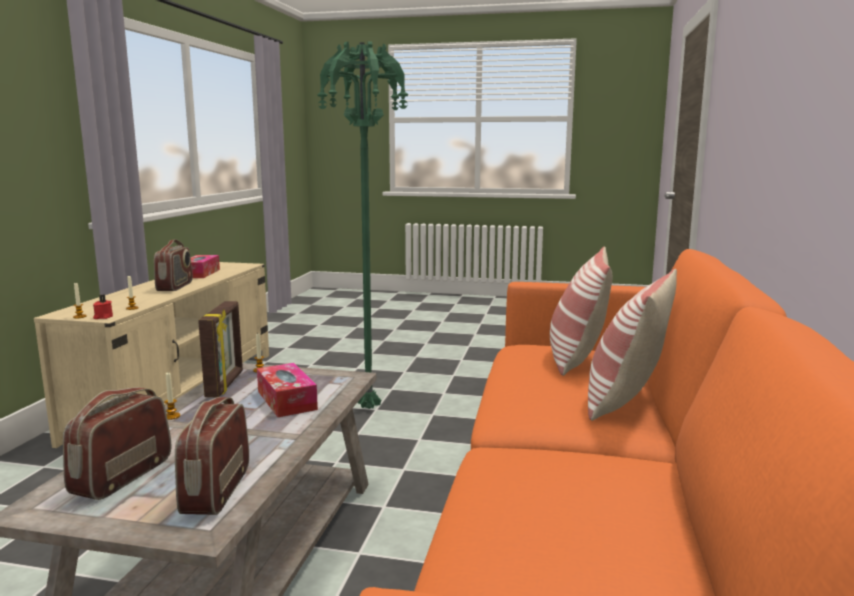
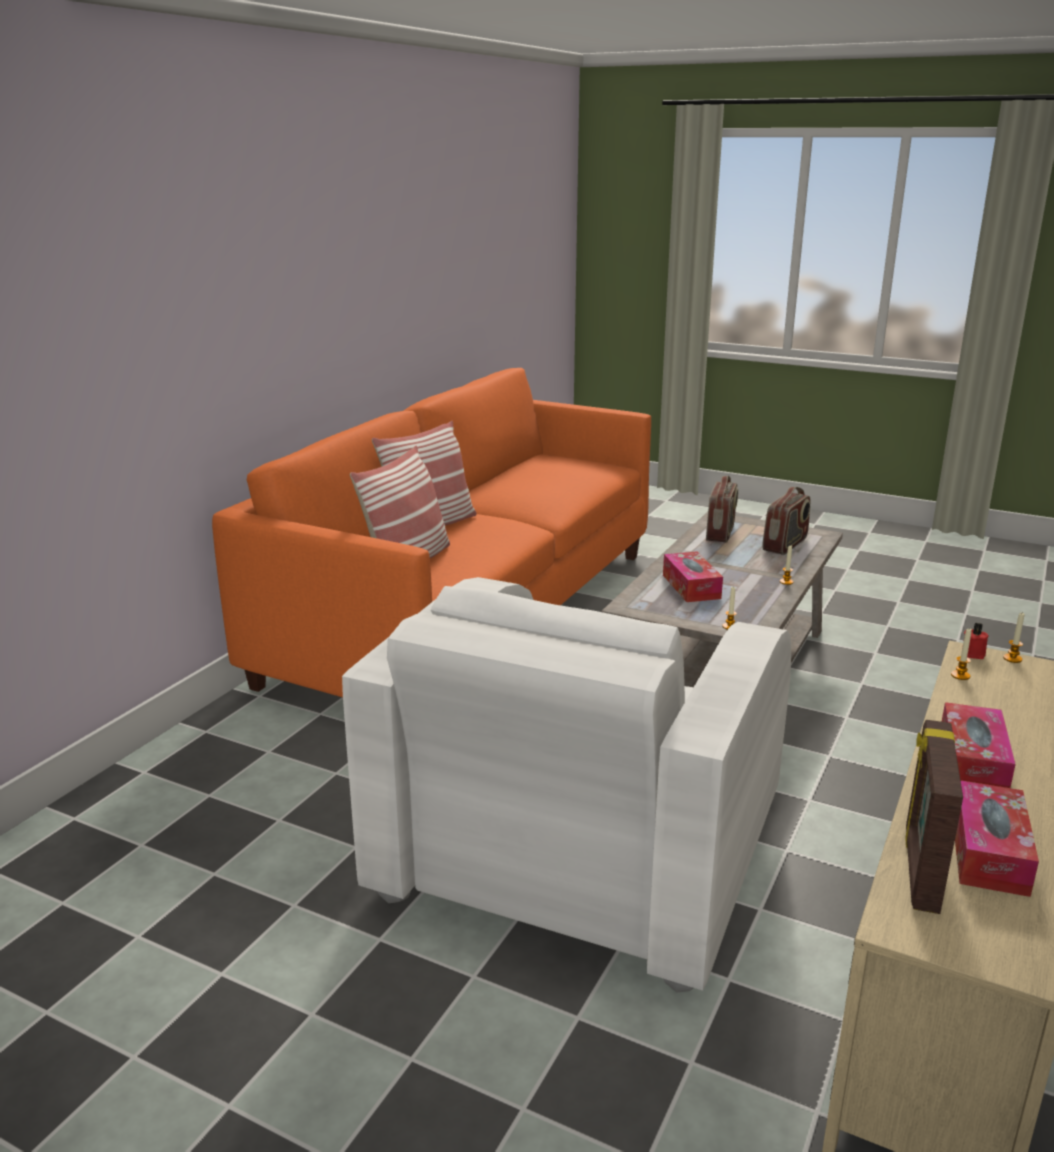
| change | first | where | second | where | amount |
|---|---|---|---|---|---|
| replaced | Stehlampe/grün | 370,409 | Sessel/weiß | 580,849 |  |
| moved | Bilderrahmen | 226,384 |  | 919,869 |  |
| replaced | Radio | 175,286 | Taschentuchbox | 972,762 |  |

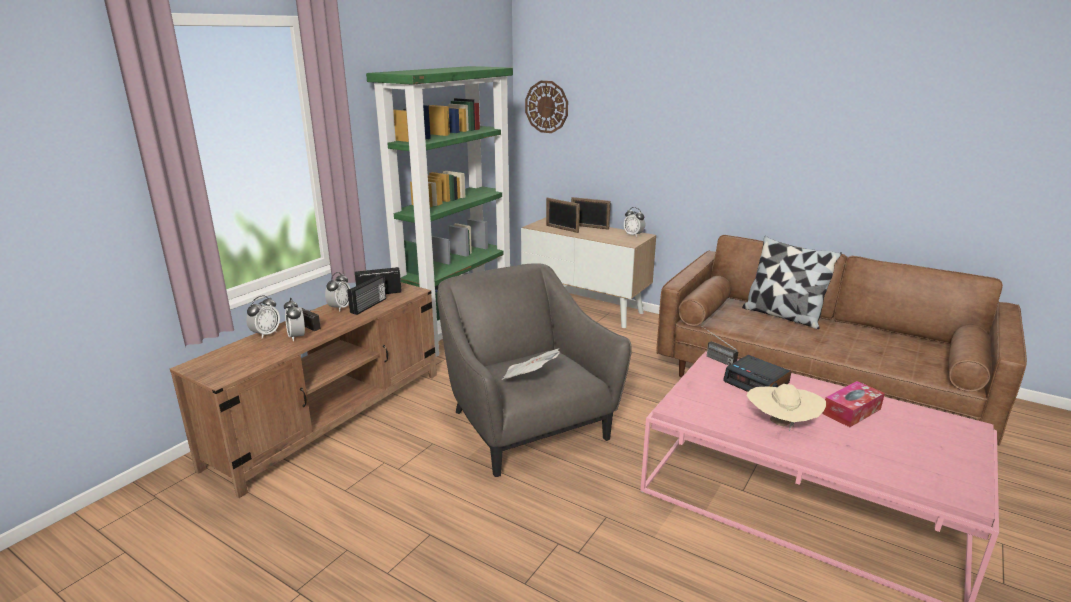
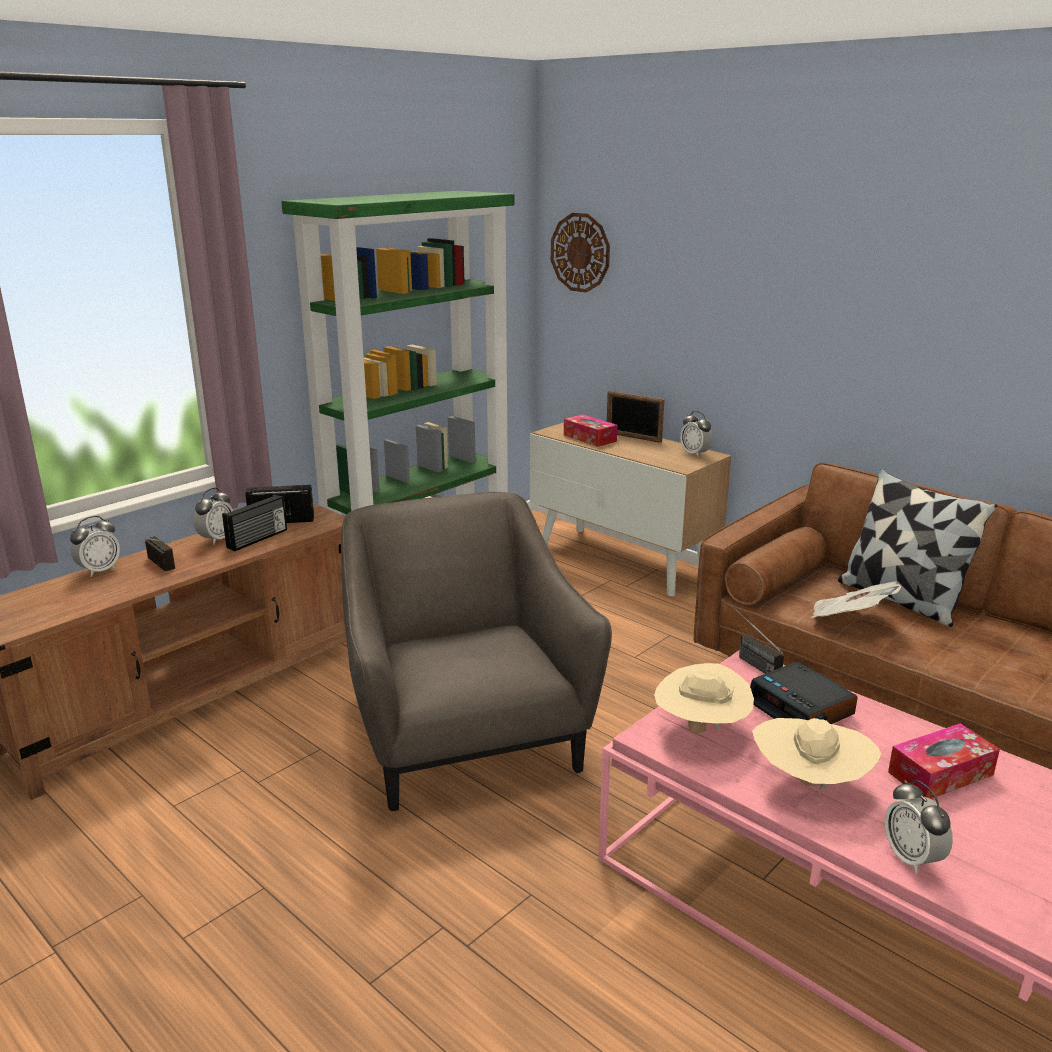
| change | first | where | second | where | amount |
|---|---|---|---|---|---|
| replaced | Bilderrahmen | 562,229 | Taschentuchbox | 589,438 |  |
| added |  |  | Hut/beige | 700,730 |  |
| moved | Zeitung | 529,378 |  | 849,619 |  |
| moved | Wecker | 297,337 |  | 912,858 |  |

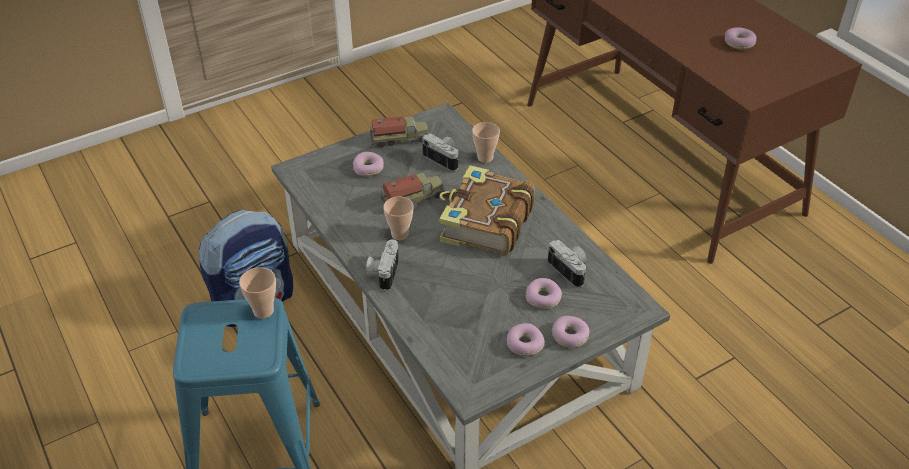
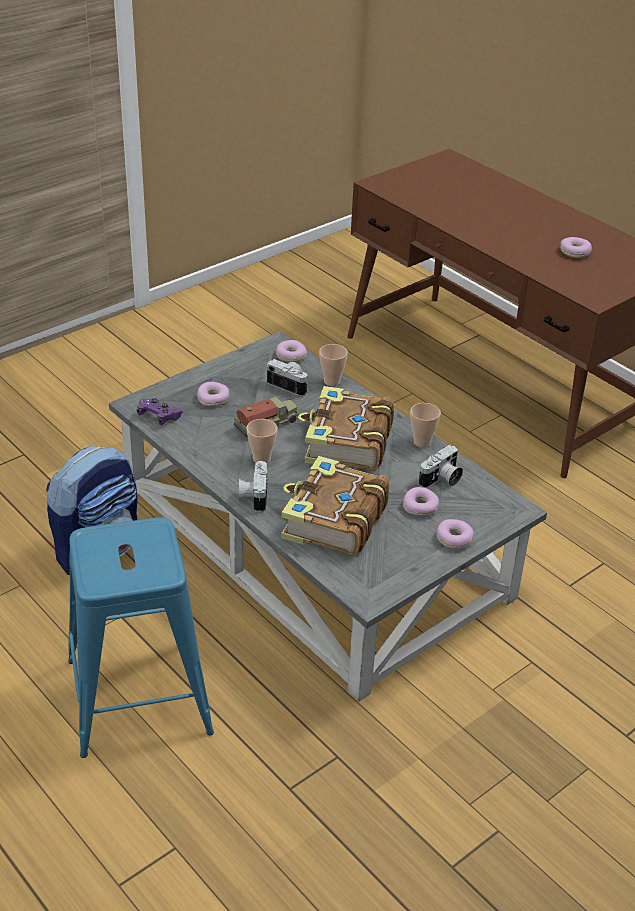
| change | first | where | second | where | amount |
|---|---|---|---|---|---|
| added |  |  | Gamepad/lila | 159,416 |  |
| moved | Donut | 524,344 |  | 290,356 |  |
| added |  |  | Buch | 333,521 |  |
| moved | Tasse | 263,311 |  | 422,442 |  |
| turned | Kamera | 570,270 |  | 441,480 | 90 degrees clockwise |
| removed | Spielzeuglaster | 399,139 |  |  |  |

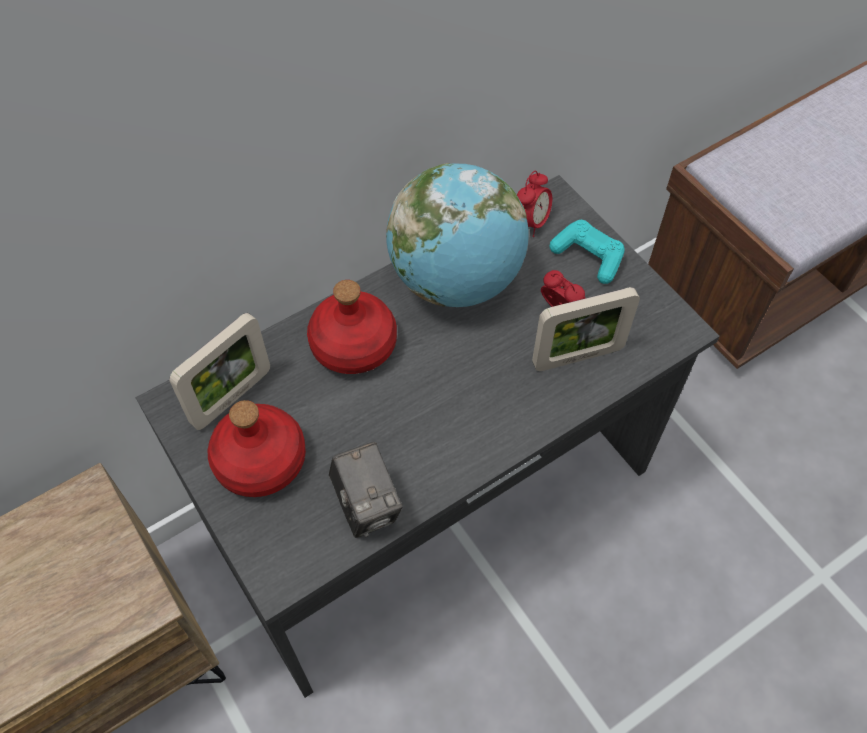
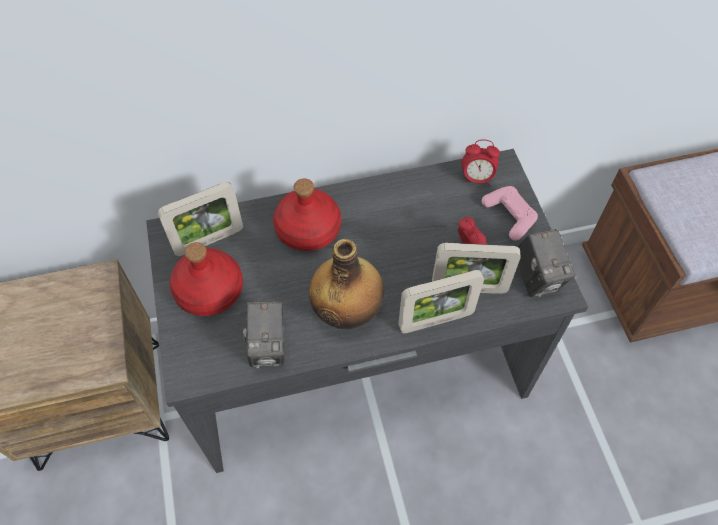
| change | first | where | second | where | amount |
|---|---|---|---|---|---|
| added |  |  | Flasche | 348,311 |  |
| added |  |  | Bilderrahmen | 436,321 |  |
| turned | Wecker | 532,223 |  | 476,178 | 45 degrees clockwise |
| recoloured | Gamepad/türkis | 588,257 | Gamepad/rosa | 509,216 |  |
| added |  |  | Kamera | 537,277 |  |
| removed | Globus | 456,280 |  |  |  |

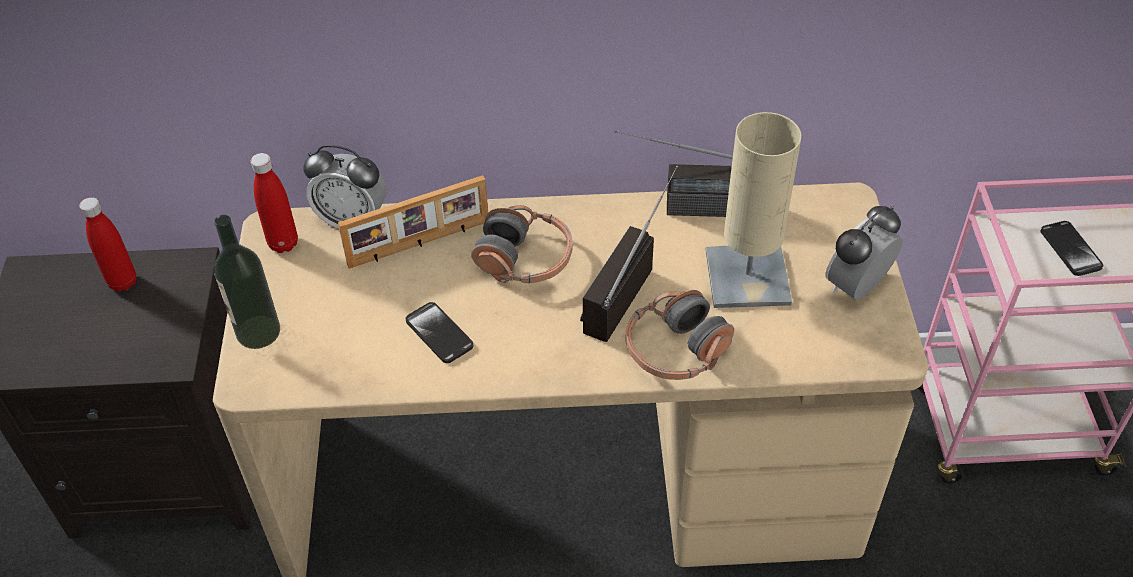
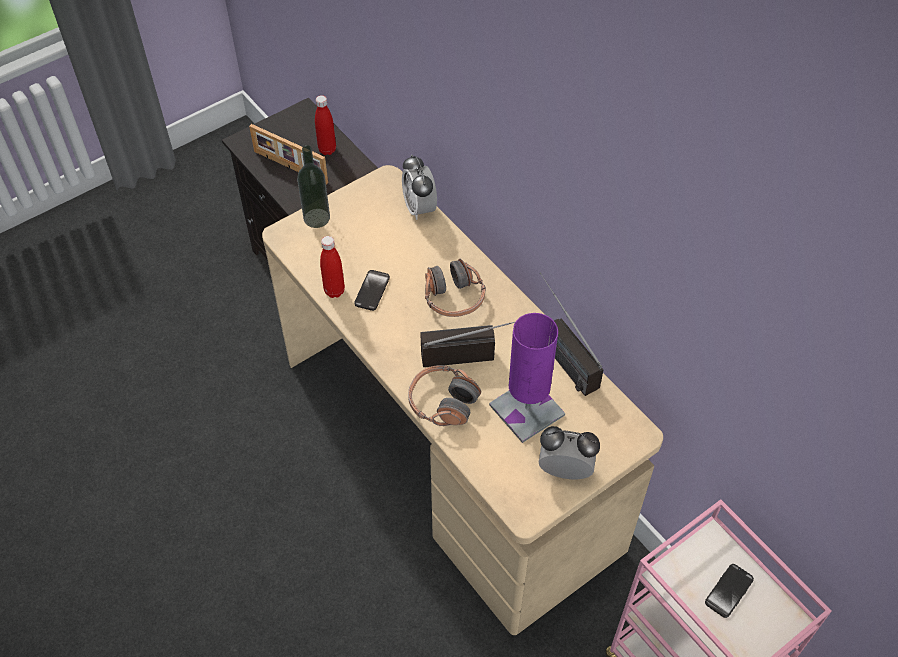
| change | first | where | second | where | amount |
|---|---|---|---|---|---|
| moved | Bilderrahmen | 420,244 |  | 290,167 |  |
| moved | Flasche/rot | 283,244 |  | 334,291 |  |
| recoloured | Tischlampe/beige | 747,277 | Tischlampe/lila | 527,410 |  |

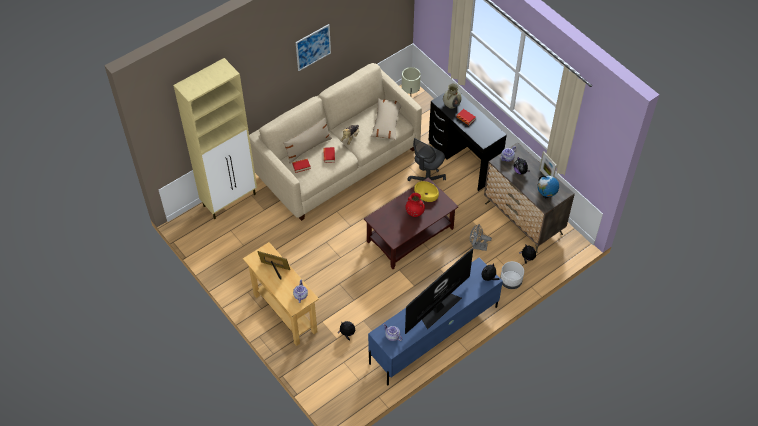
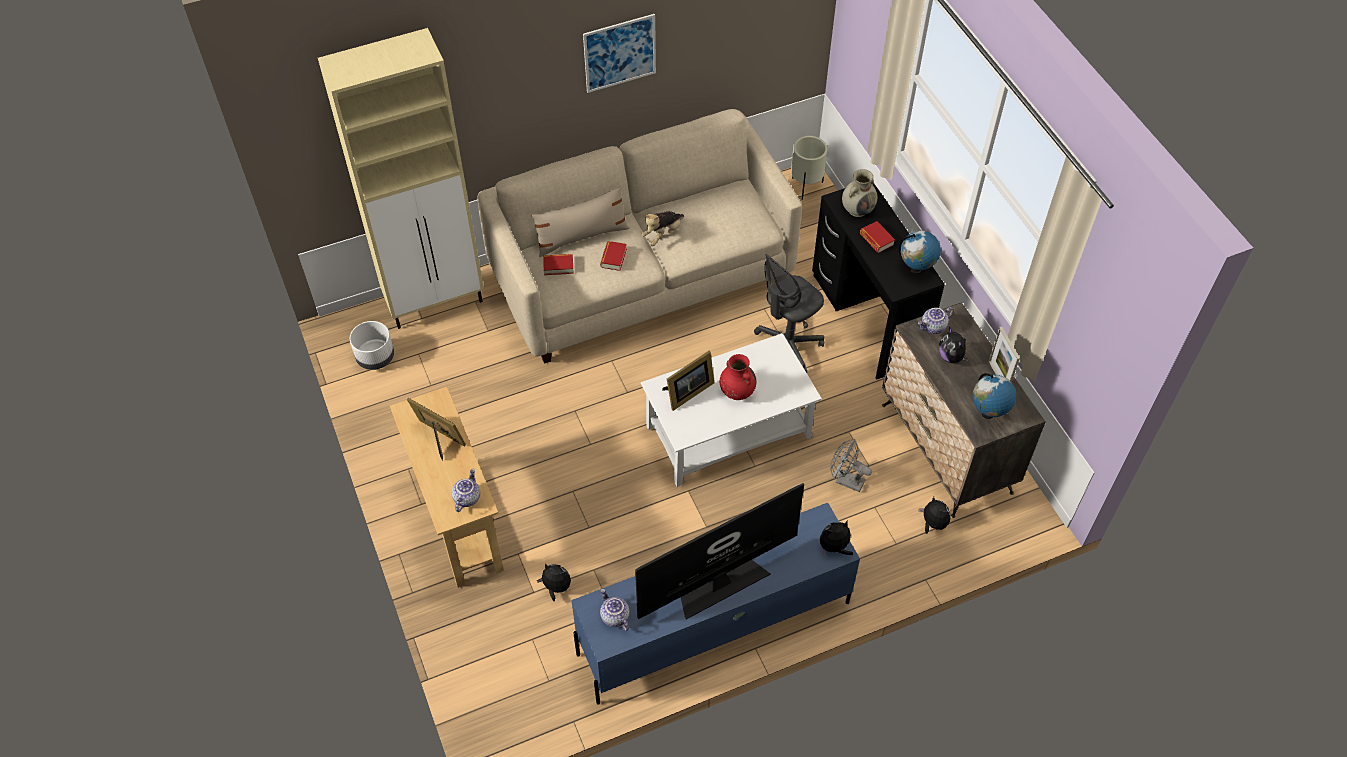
| change | first | where | second | where | amount |
|---|---|---|---|---|---|
| moved | Pflanzkübel/weiß | 510,281 |  | 376,357 |  |
| recoloured | Couchtisch/braun | 410,234 | Couchtisch/weiß | 729,431 |  |
| added |  |  | Bilderrahmen | 687,392 |  |
| added |  |  | Globus | 916,269 |  |
| removed | Kissen/beige | 386,122 |  |  |  |
| removed | Schüssel/gelb | 426,194 |  |  |  |

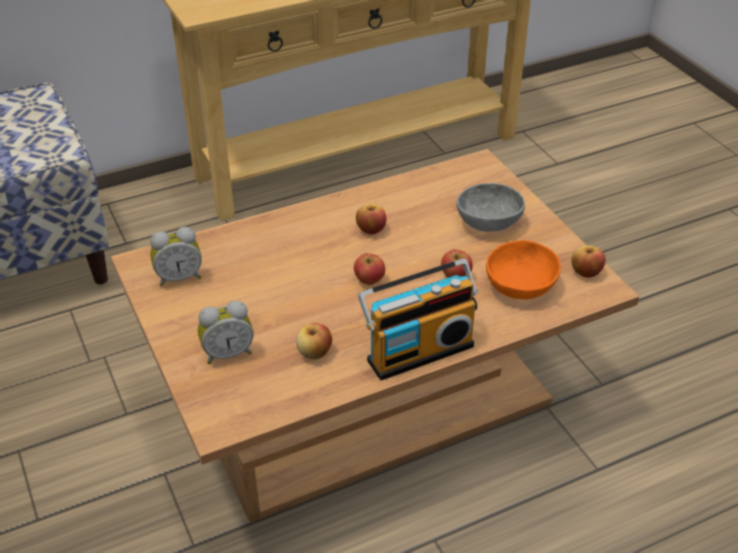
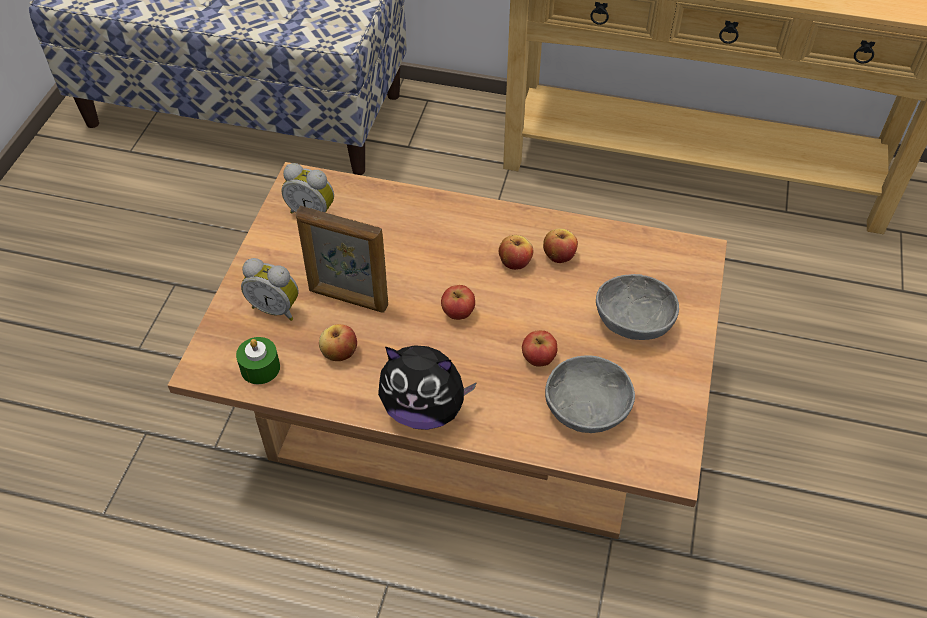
| change | first | where | second | where | amount |
|---|---|---|---|---|---|
| added |  |  | Kerze/grün | 260,368 |  |
| added |  |  | Bilderrahmen | 348,298 |  |
| replaced | Radio | 418,350 | Plüschtier | 424,410 |  |
| moved | Apfel | 585,272 |  | 558,256 |  |
| recoloured | Schüssel/orange | 521,287 | Schüssel/grau | 586,411 |  |

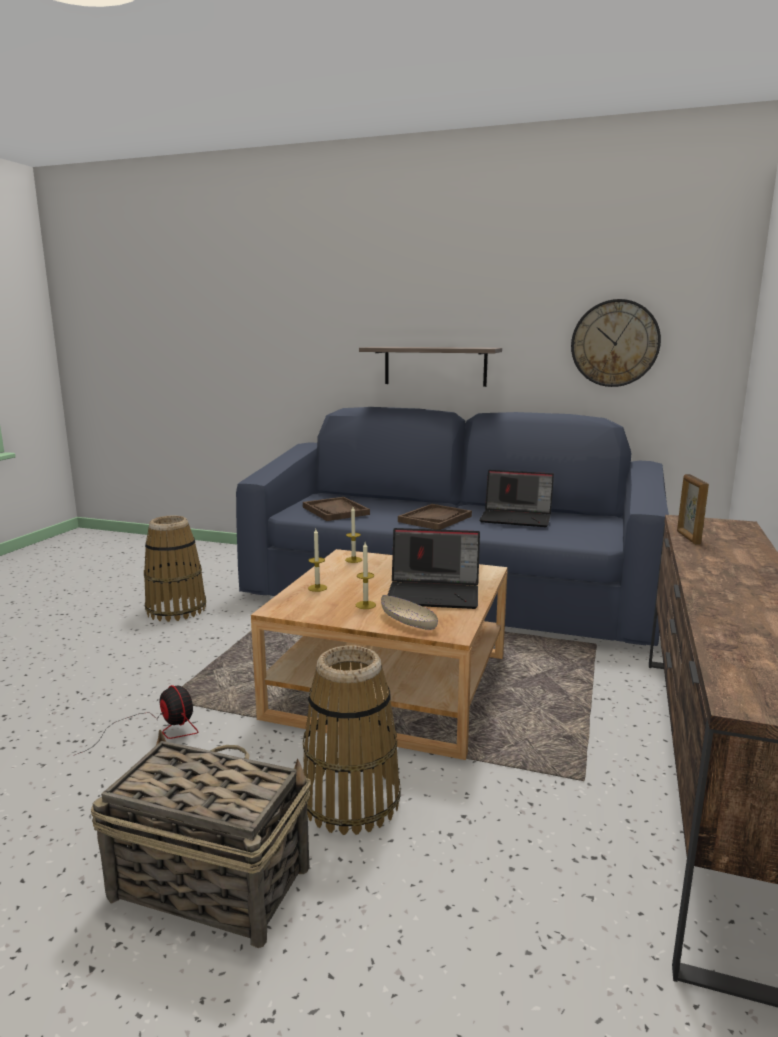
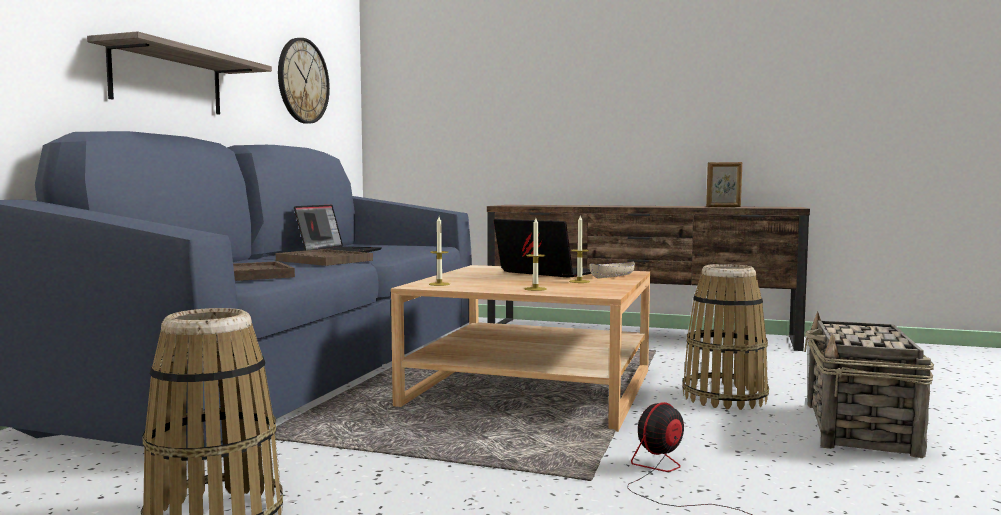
| change | first | where | second | where | amount |
|---|---|---|---|---|---|
| turned | Laptop | 435,593 |  | 544,273 | 60 degrees counterclockwise |
| moved | Bilderrahmen | 688,538 |  | 723,207 |  |

